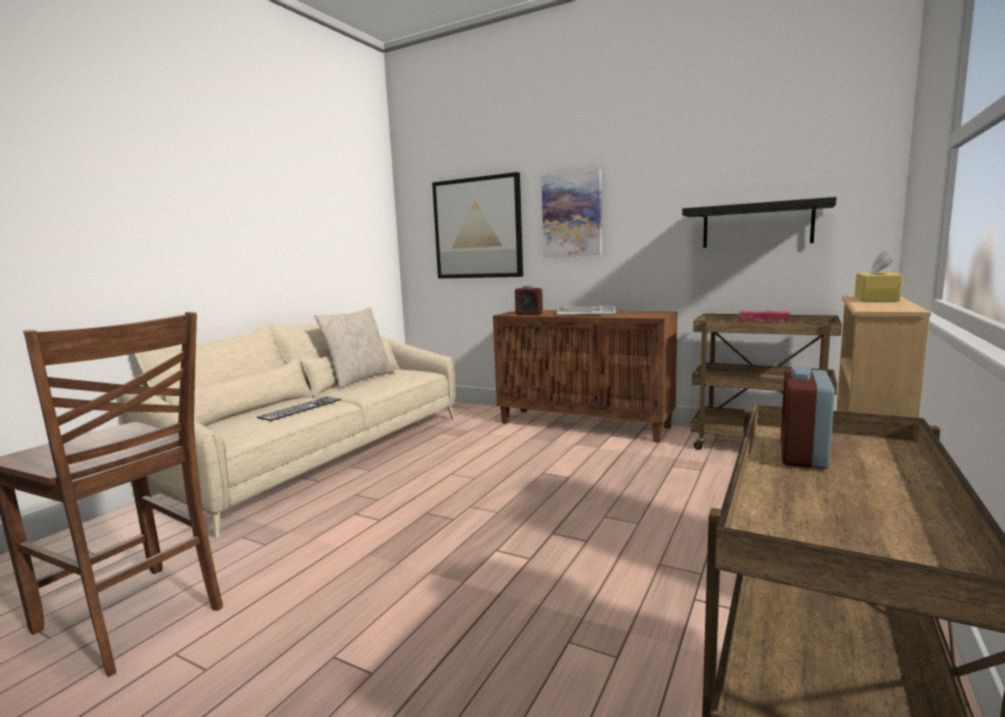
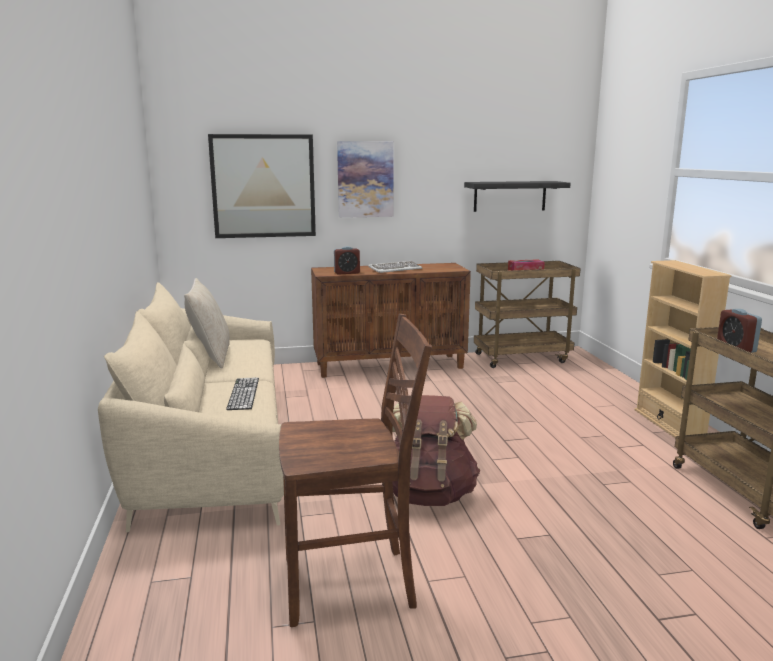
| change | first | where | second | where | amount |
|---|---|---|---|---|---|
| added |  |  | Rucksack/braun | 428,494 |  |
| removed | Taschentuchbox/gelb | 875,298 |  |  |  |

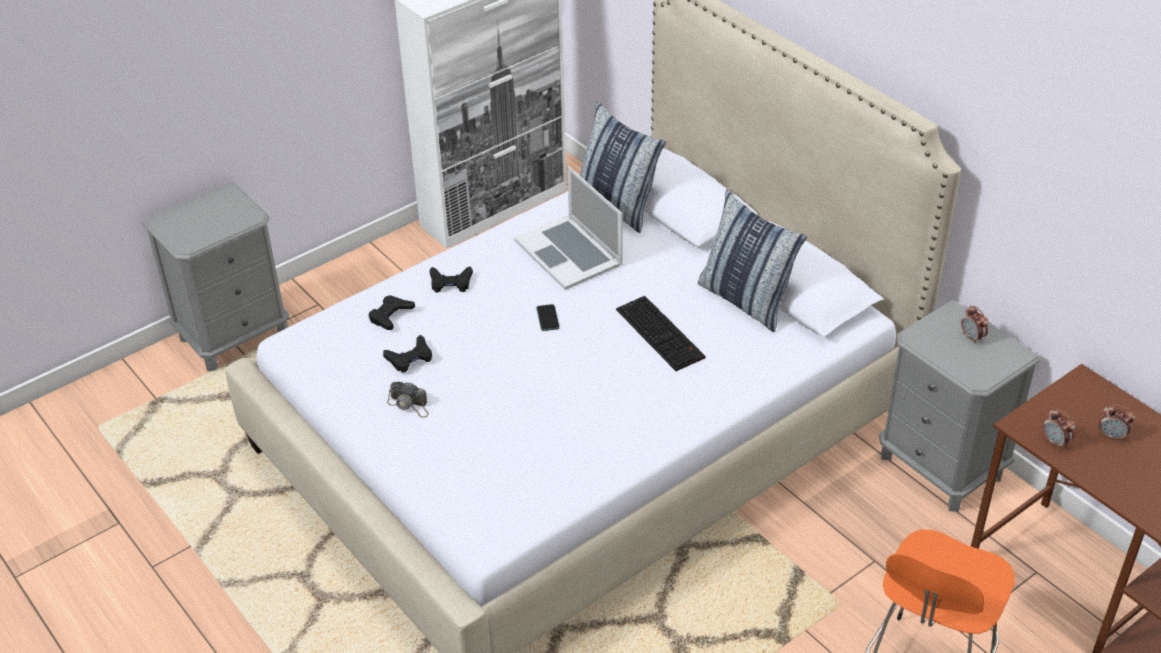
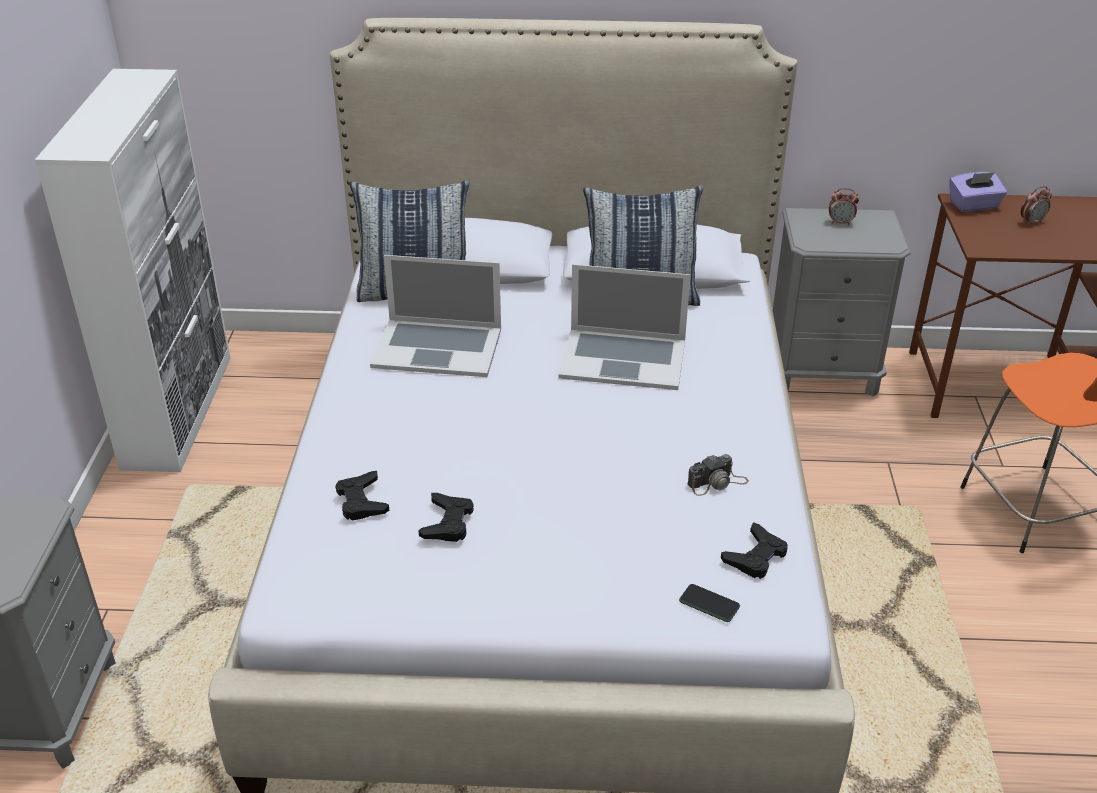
| change | first | where | second | where | amount |
|---|---|---|---|---|---|
| replaced | Tastatur | 662,333 | Laptop | 623,358 |  |
| moved | Handy | 547,318 |  | 709,604 |  |
| moved | Kamera | 409,405 |  | 717,482 |  |
| moved | Gamepad/schwarz | 450,283 |  | 755,557 |  |
| added |  |  | Taschentuchbox/lila | 973,205 |  |
| removed | Wecker | 1055,442 |  |  |  |

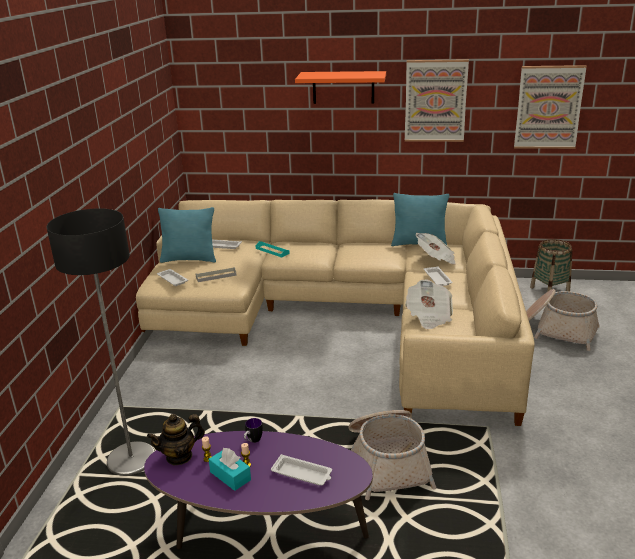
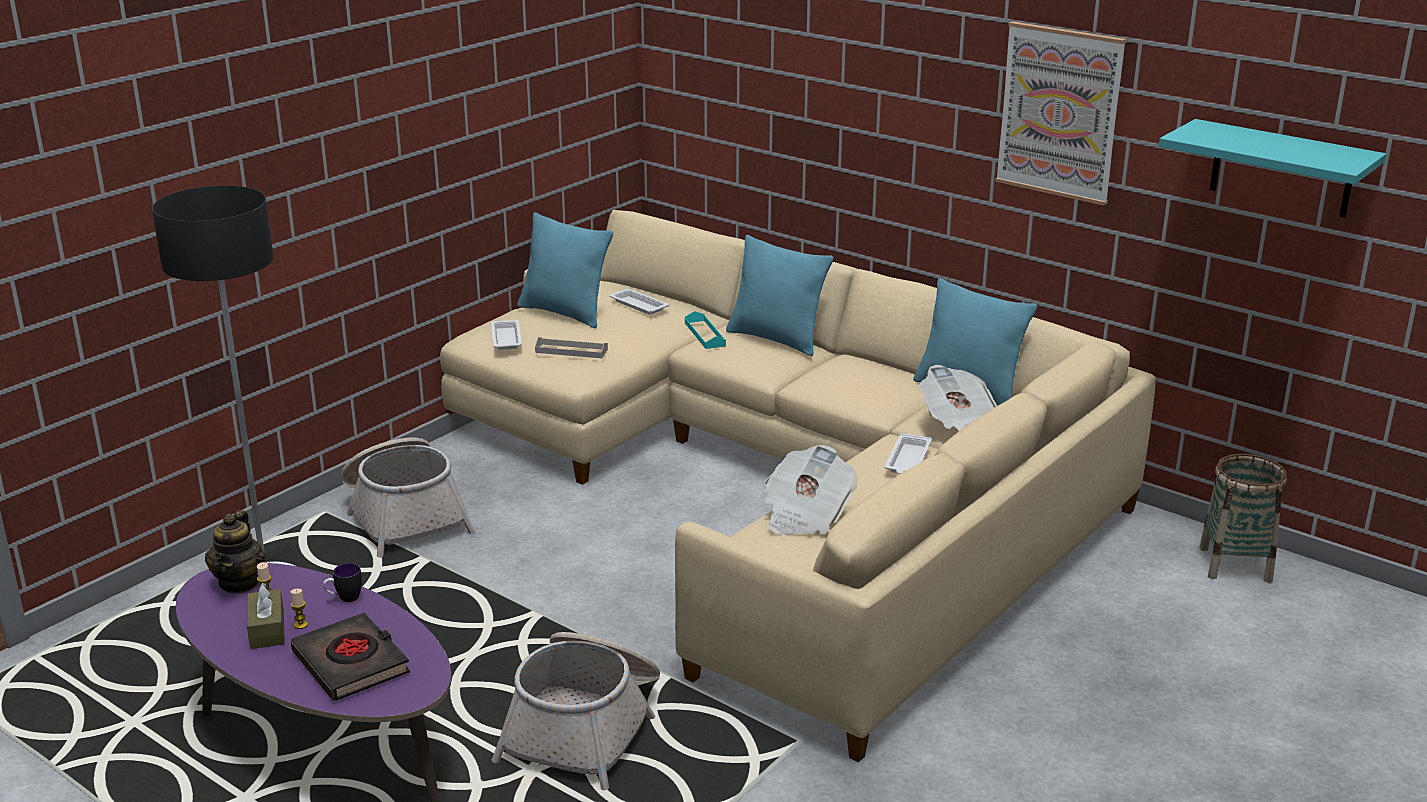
| change | first | where | second | where | amount |
|---|---|---|---|---|---|
| turned | Teekanne | 179,456 |  | 240,583 | 90 degrees counterclockwise |
| recoloured | Taschentuchbox/türkis | 230,476 | Taschentuchbox/braun | 267,629 |  |
| replaced | Tablett/weiß | 302,474 | Buch/schwarz | 351,663 |  |
| moved | Korb | 557,330 |  | 404,515 |  |
| added |  |  | Kissen/türkis | 776,339 |  |
| replaced | Bild | 548,107 | Wandregal/türkis | 1282,169 |  |
| removed | Wandregal/orange | 343,87 |  |  |  |

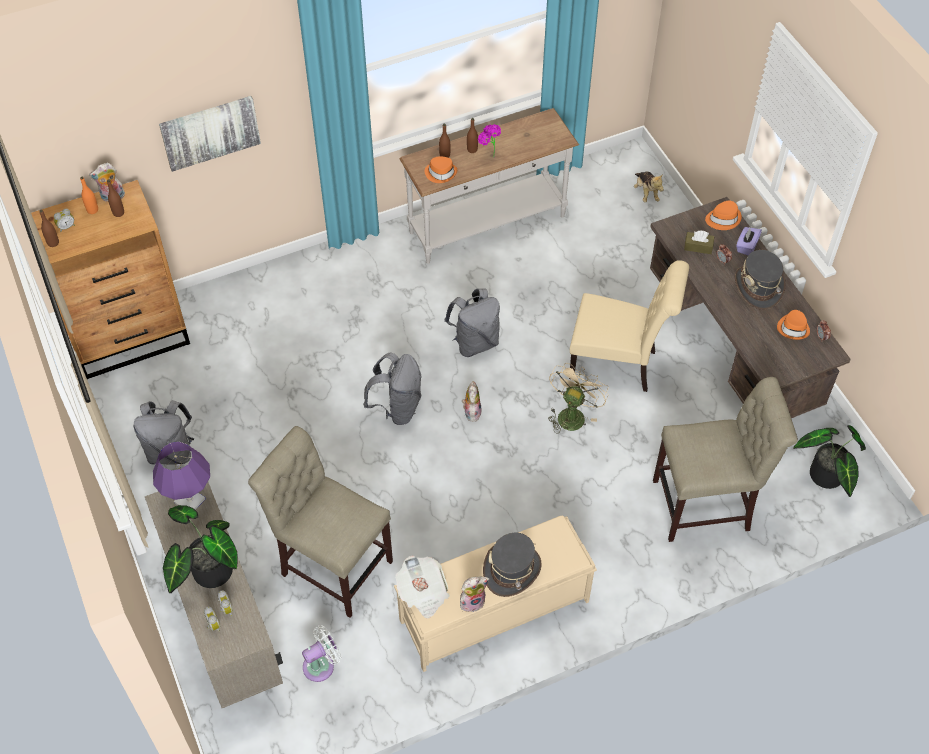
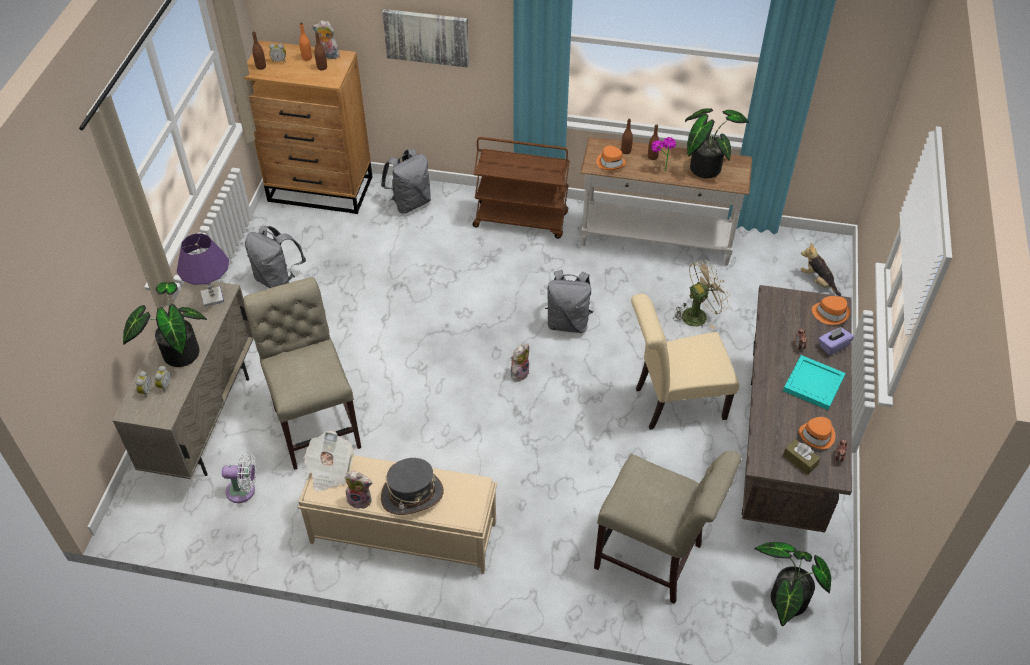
| change | first | where | second | where | amount |
|---|---|---|---|---|---|
| moved | Rucksack/grau | 397,408 |  | 410,202 |  |
| added |  |  | Rollwagen/braun | 521,220 |  |
| turned | Stuhl/beige | 619,365 |  | 674,403 | 120 degrees clockwise |
| moved | Ventilator/beige | 572,414 |  | 698,314 |  |
| added |  |  | Topfpflanze | 705,166 |  |
| replaced | Hut/grau | 758,287 | Tablett/türkis | 814,385 |  |
| moved | Taschentuchbox/braun | 698,247 |  | 800,460 |  |
| turned | Plüschtier | 646,193 |  | 818,281 | 120 degrees clockwise |

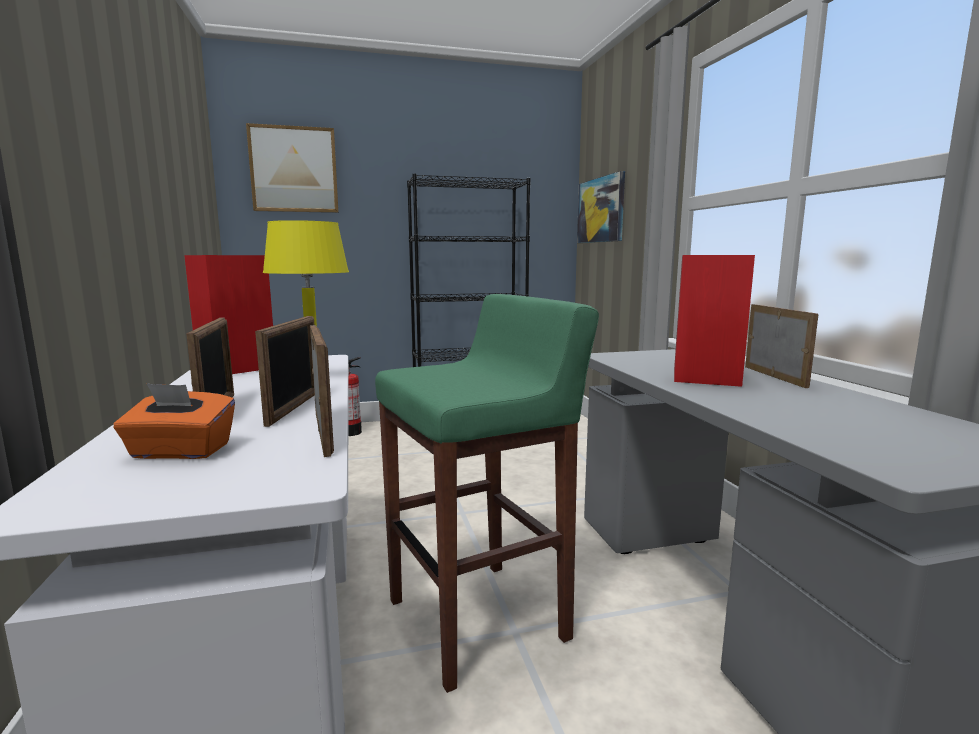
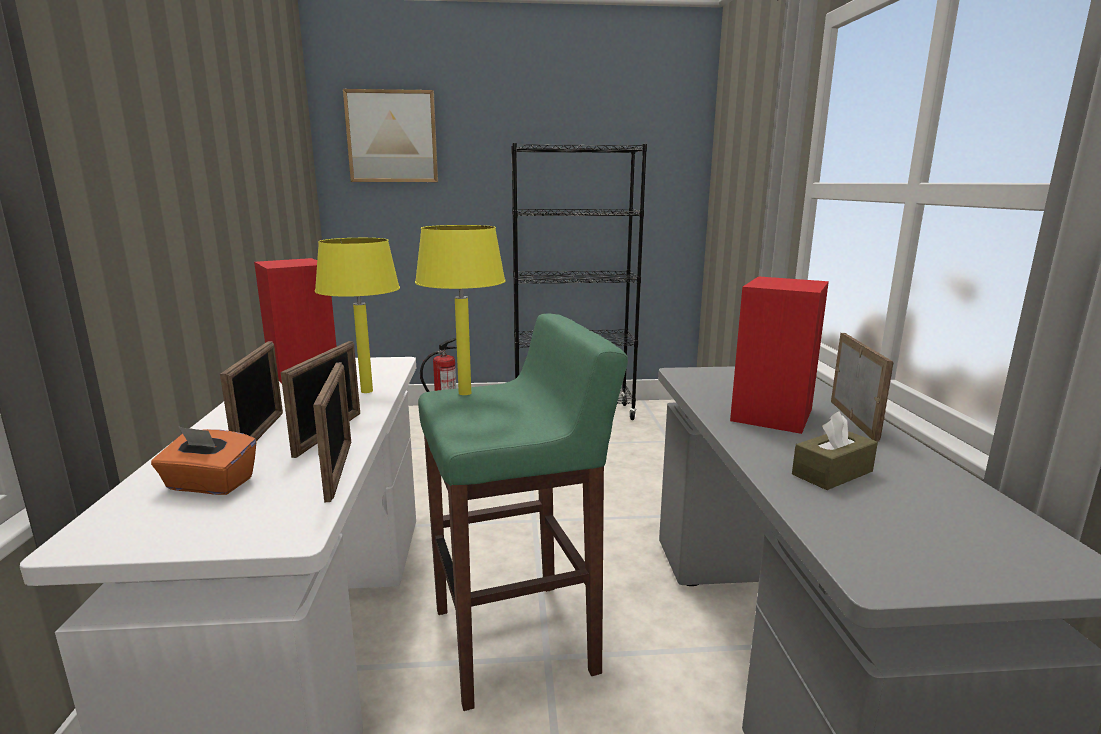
| change | first | where | second | where | amount |
|---|---|---|---|---|---|
| added |  |  | Tischlampe/gelb | 465,393 |  |
| added |  |  | Taschentuchbox/braun | 832,473 |  |
| removed | Bild | 601,210 |  |  |  |

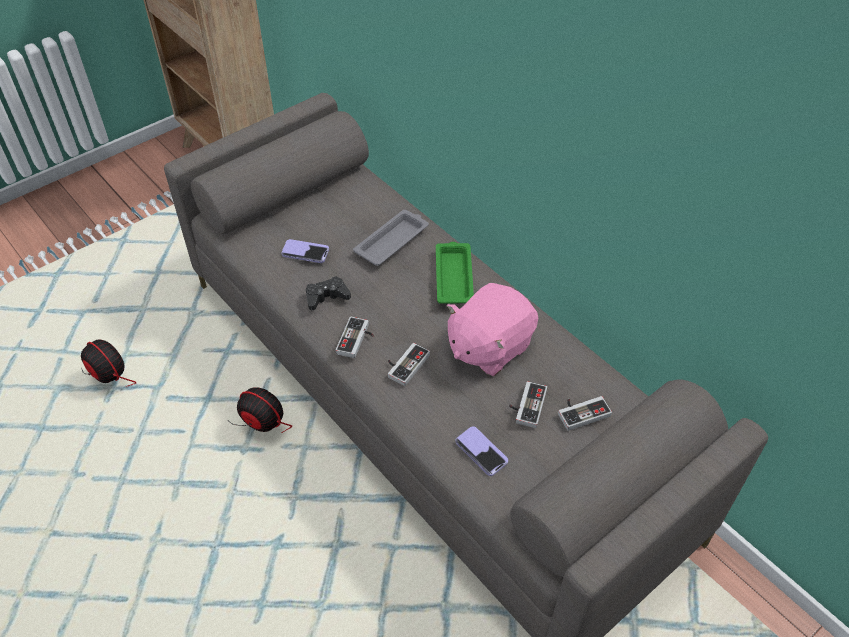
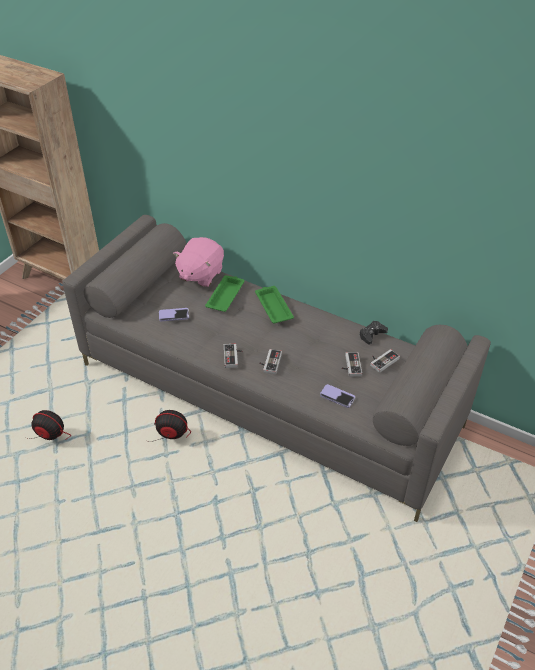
| change | first | where | second | where | amount |
|---|---|---|---|---|---|
| moved | Plüschtier/rosa | 489,347 |  | 200,274 |  |
| recoloured | Tablett/grau | 392,241 | Tablett/grün | 225,295 |  |
| moved | Gamepad/schwarz | 326,297 |  | 372,335 |  |

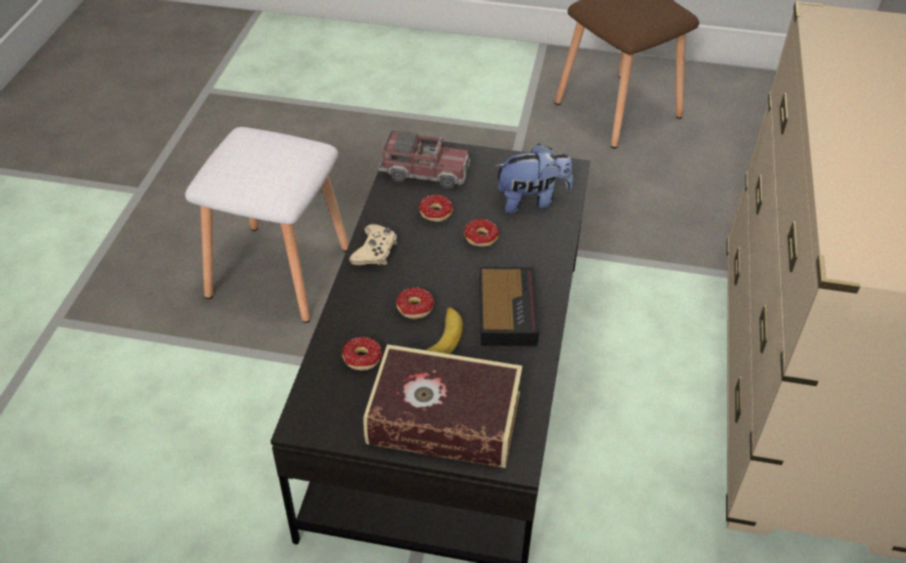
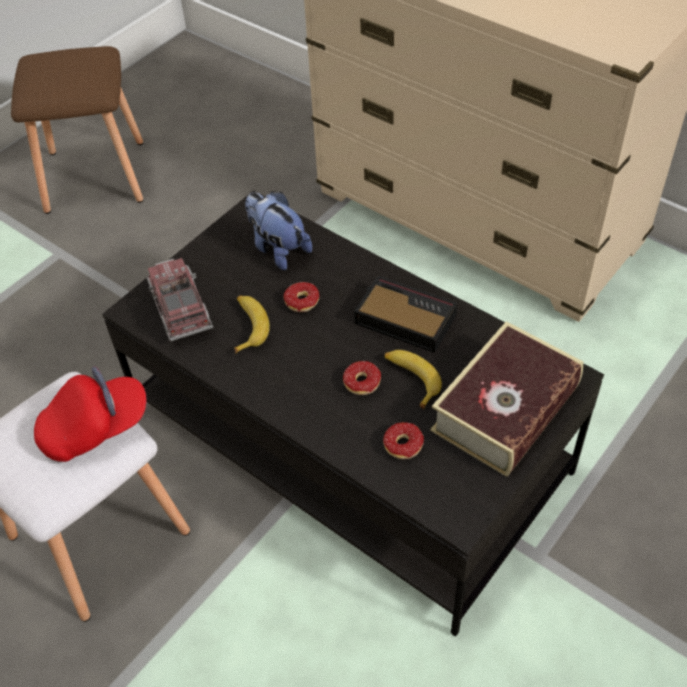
| change | first | where | second | where | amount |
|---|---|---|---|---|---|
| added |  |  | Kappe/rot | 95,428 |  |
| turned | Spielzeuglaster | 425,172 |  | 180,308 | 60 degrees counterclockwise |
| replaced | Donut | 432,216 | Banane | 248,326 |  |
| turned | Plüschtier | 531,201 |  | 278,248 | 60 degrees counterclockwise |
| removed | Gamepad/beige | 375,251 |  |  |  |

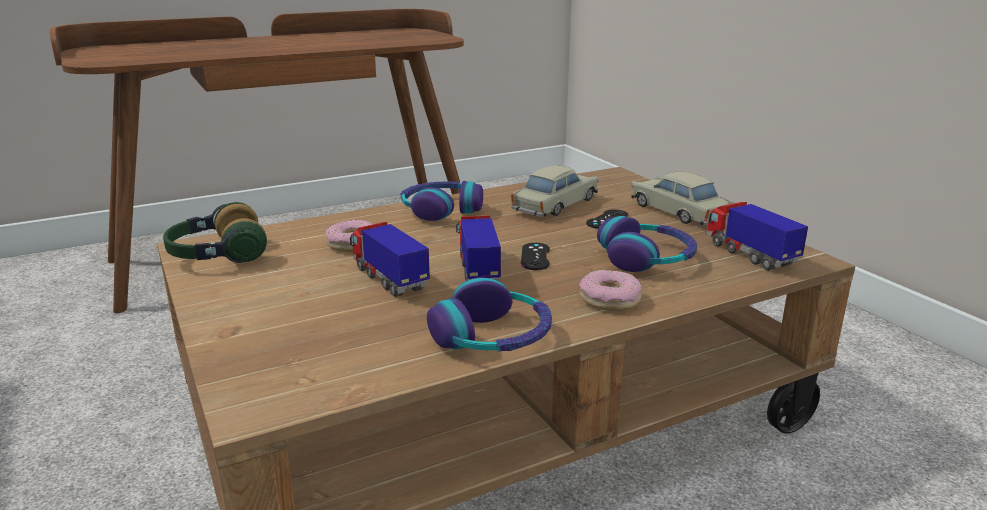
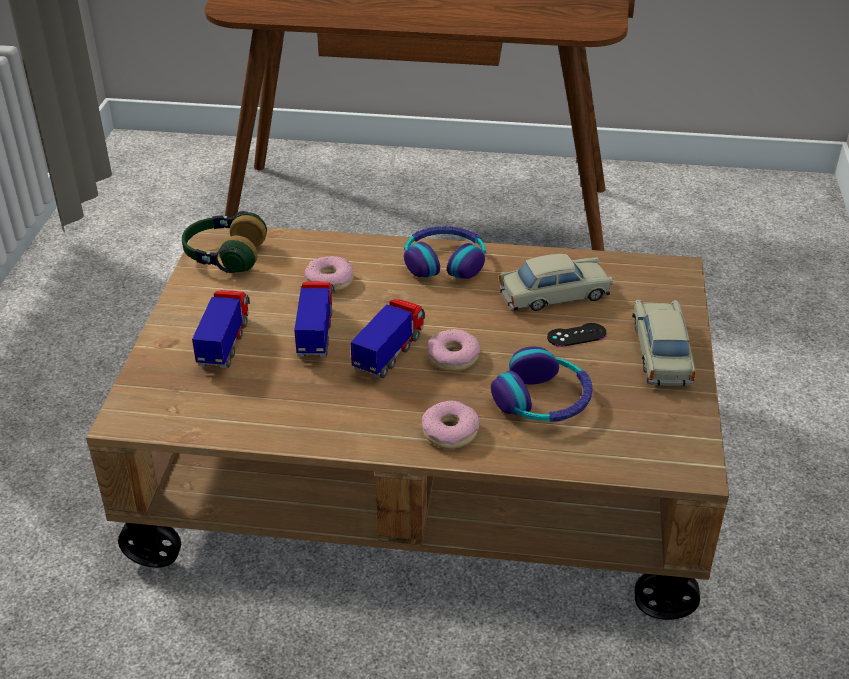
| change | first | where | second | where | amount |
|---|---|---|---|---|---|
| moved | Spielzeuglaster | 749,254 |  | 225,344 |  |
| replaced | Gamepad/schwarz | 535,256 | Donut | 452,357 |  |
| removed | Kopfhörer | 492,337 |  |  |  |

